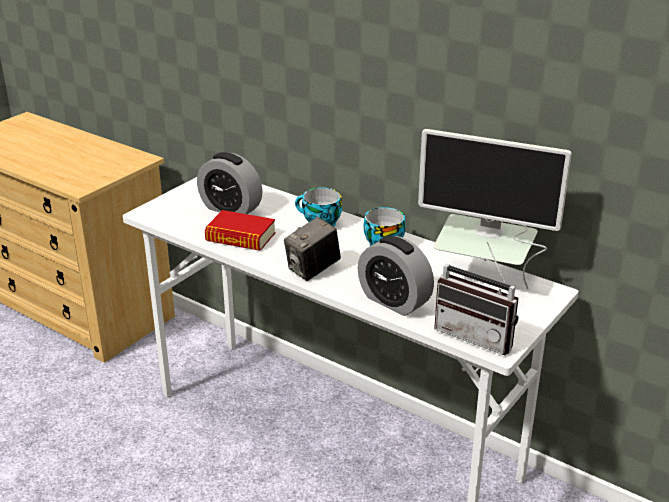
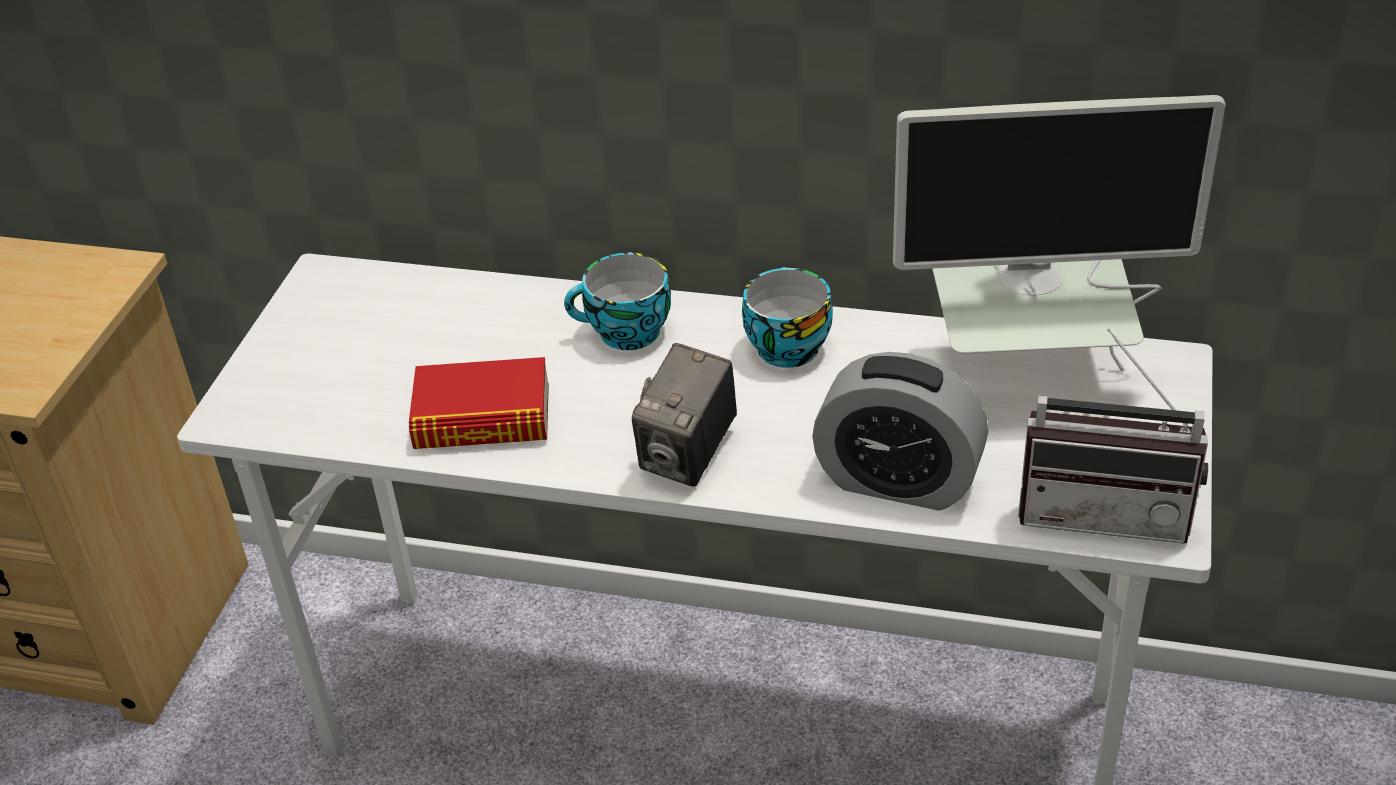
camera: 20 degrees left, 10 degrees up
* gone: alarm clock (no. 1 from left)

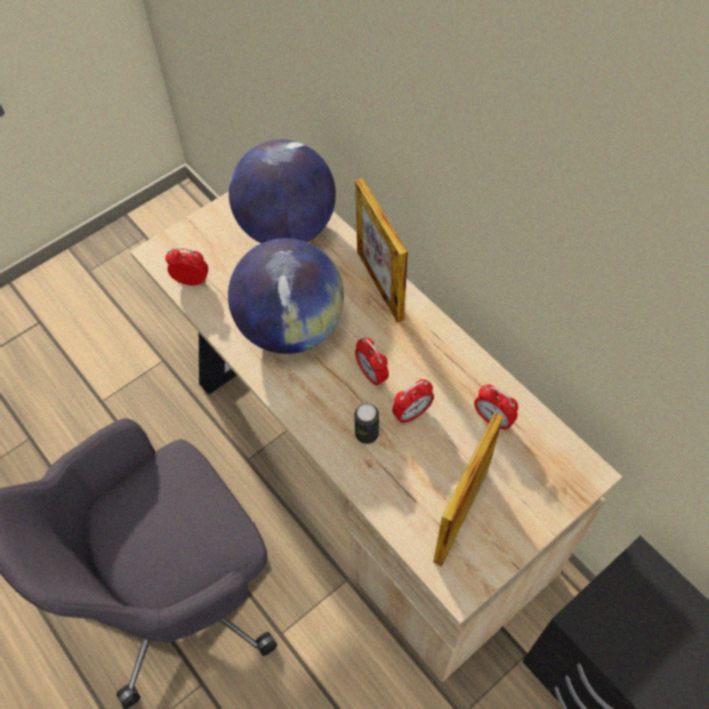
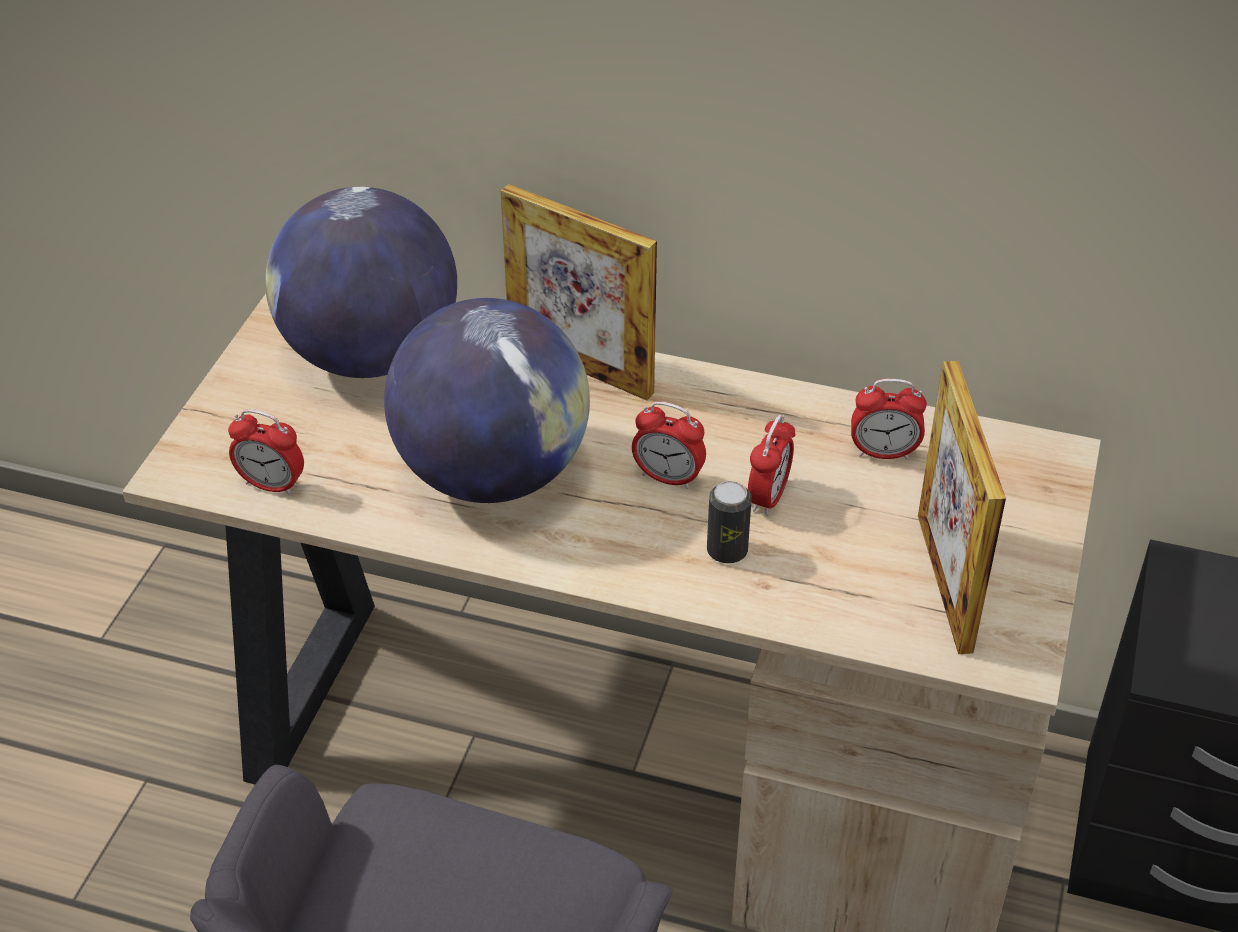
camera: 35 degrees left, 15 degrees down
* rotated: alarm clock (no. 1 from left) 135 degrees counterclockwise

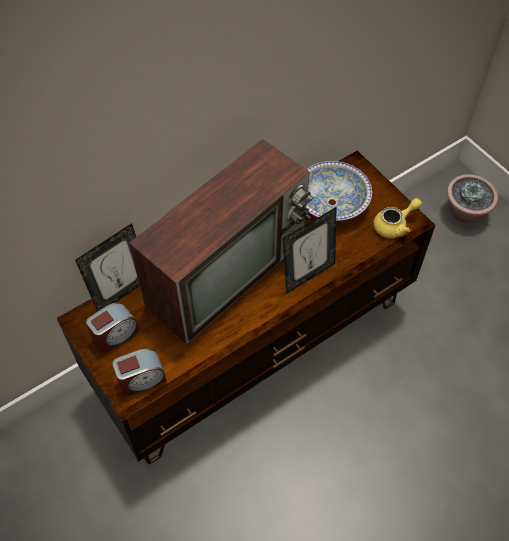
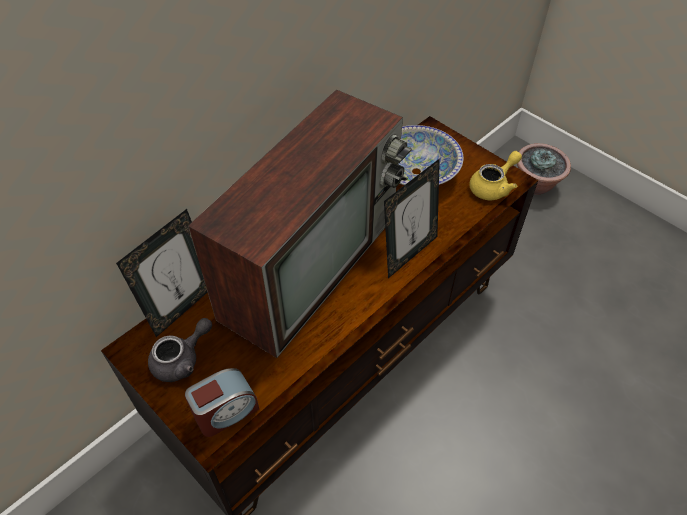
camera: 10 degrees left, 5 degrees down
* swapped: alarm clock (no. 1 from left) to teapot (grey)

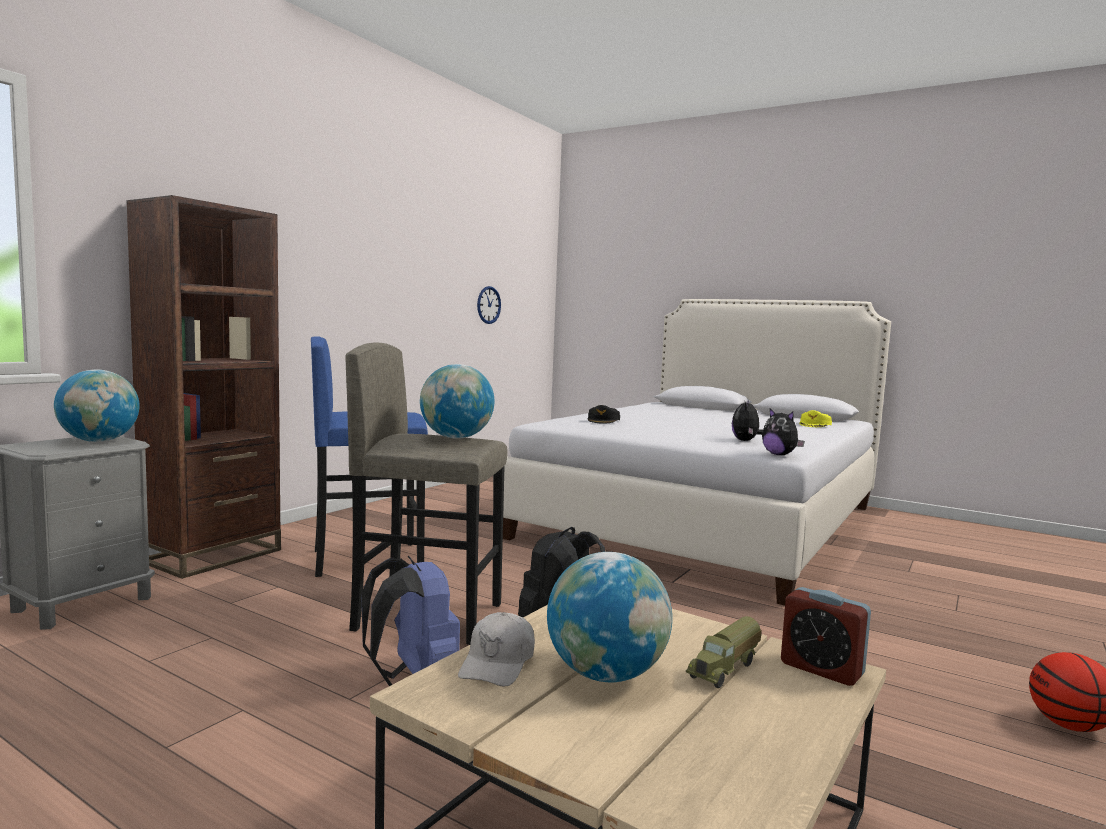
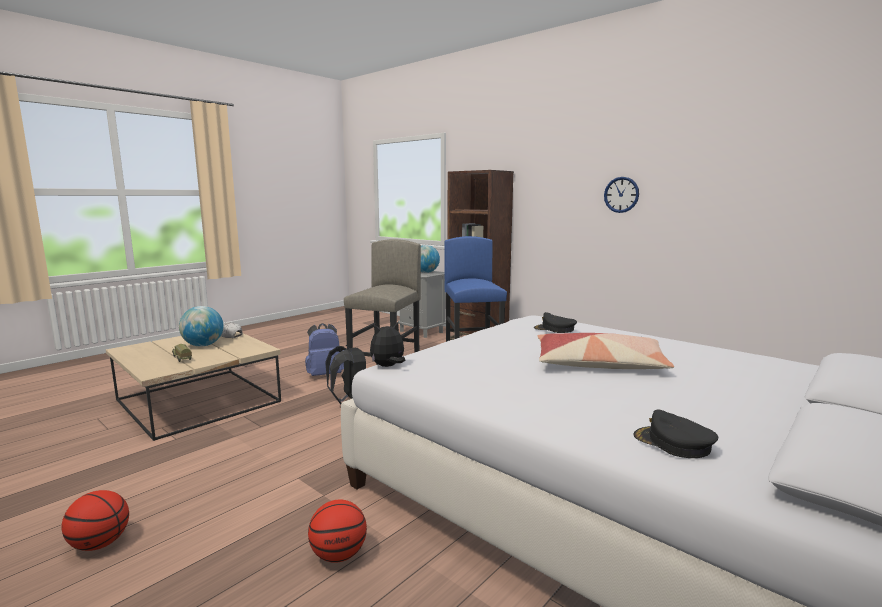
camera: 100 degrees right, 5 degrees up
* gone: globe (no. 2 from left)
* gone: plush toy (no. 1 from left)
* gone: alarm clock
* new: basketball (no. 2 from left)
* new: pillow
* shifted: wall clock
* repainted: cap (yellow) to cap (black) (no. 2 from left)

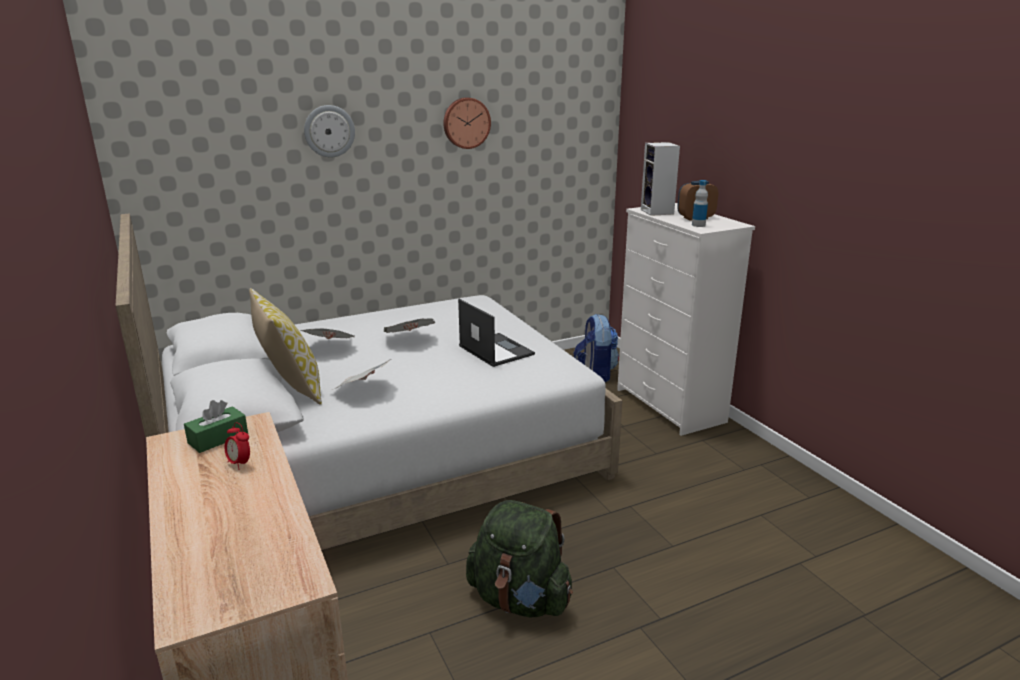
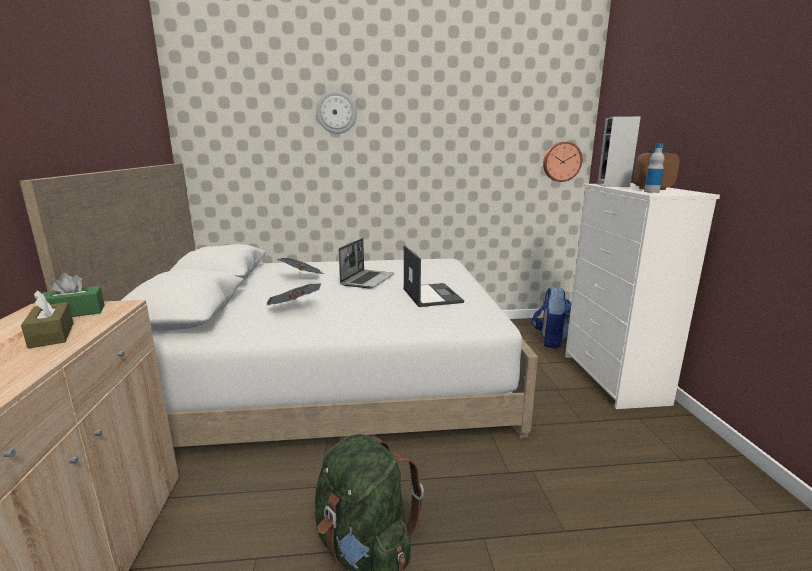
camera: 20 degrees right, 5 degrees down
* gone: pillow
* shifted: wall clock (no. 2 from left)
* swapped: alarm clock (no. 1 from left) to tissue box (brown)
* swapped: newspaper (no. 3 from left) to laptop (no. 1 from left)

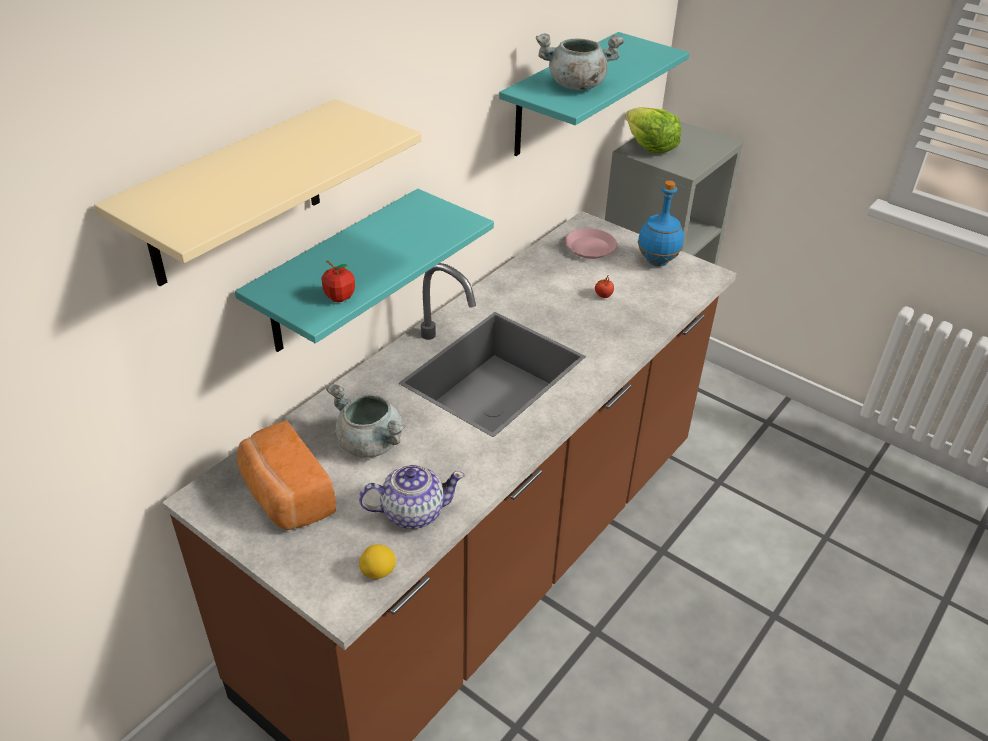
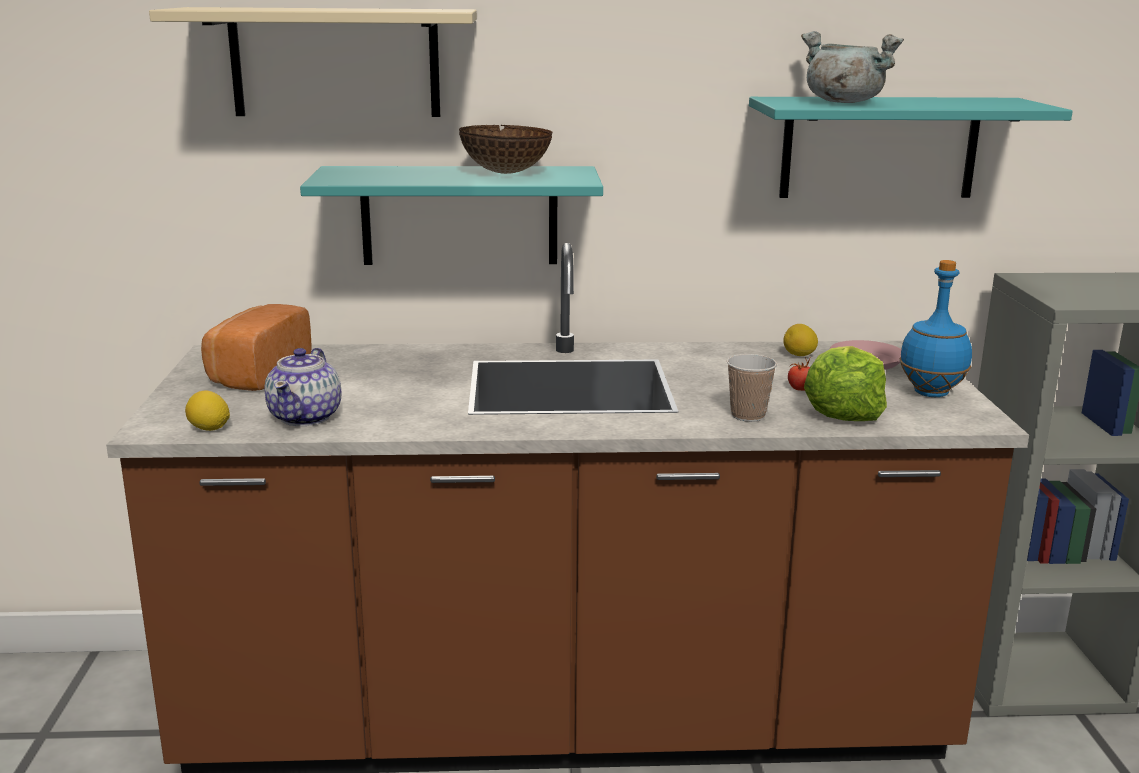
camera: 50 degrees right, 20 degrees down
* gone: apple
* gone: cooking pot (grey) (no. 1 from left)
* new: bowl
* new: cup
* new: lemon (no. 2 from left)
* shifted: lettuce
* rotated: teapot 60 degrees clockwise

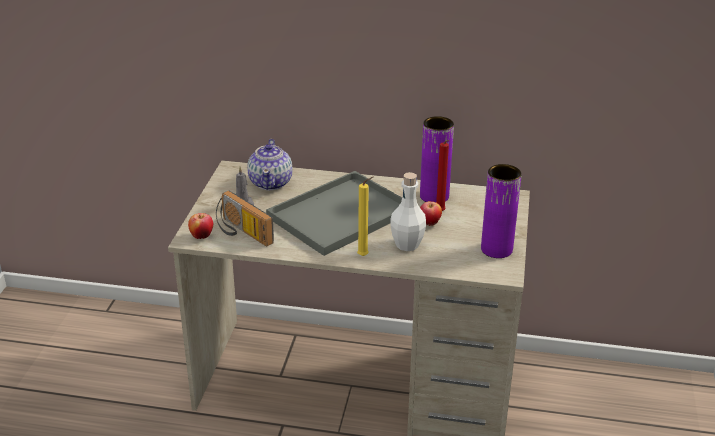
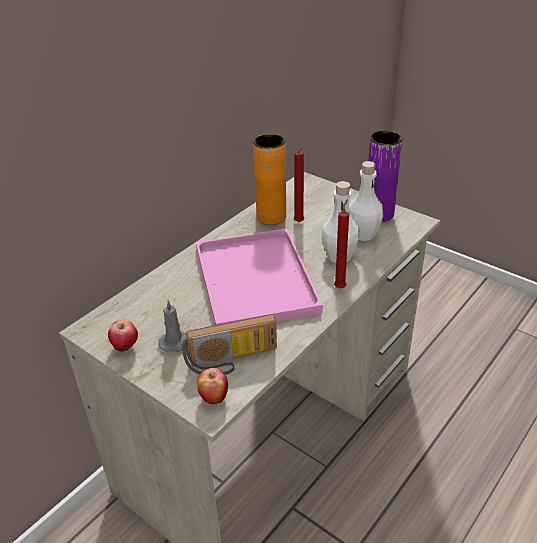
camera: 60 degrees left, 5 degrees up
* gone: teapot
* new: bottle (white) (no. 2 from left)
* shifted: apple (no. 2 from left in the first image) to apple (no. 1 from left)
* repainted: tray (grey) to tray (pink)
* repainted: candle (yellow) to candle (red) (no. 2 from left)
* repainted: vase (purple) (no. 1 from left) to vase (orange)

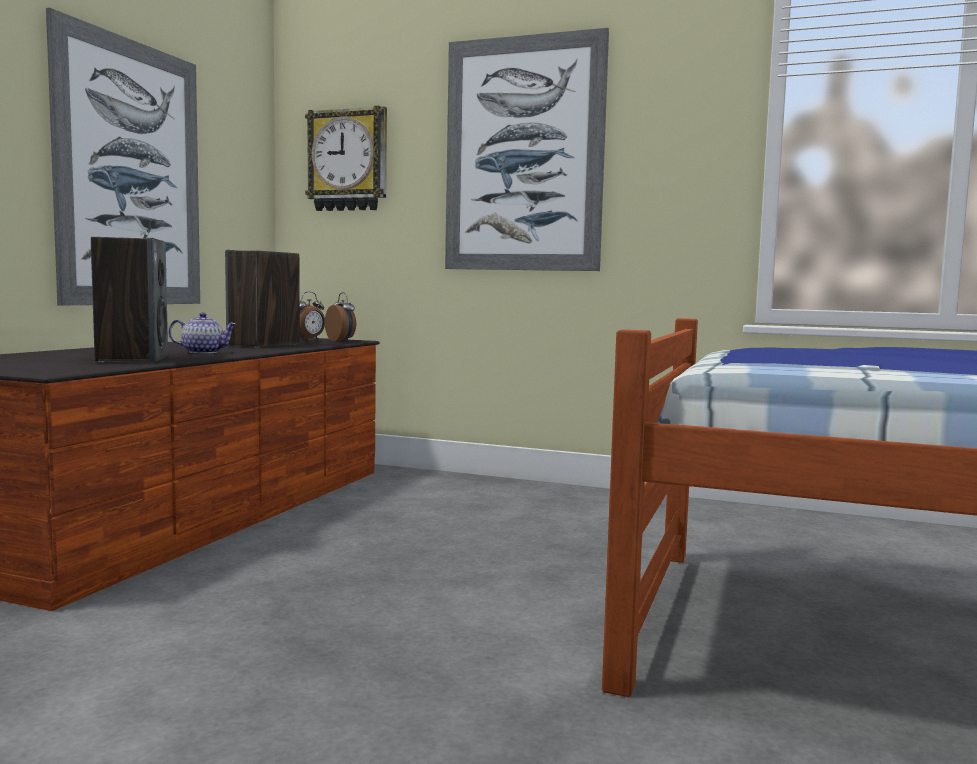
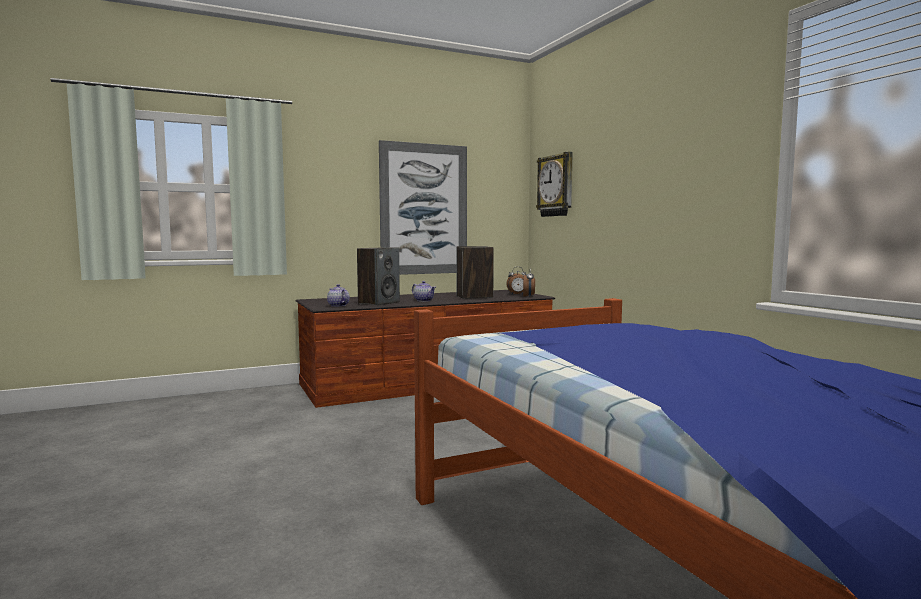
camera: 45 degrees right, 0 degrees up
* gone: picture (no. 2 from left)
* new: teapot (no. 1 from left)

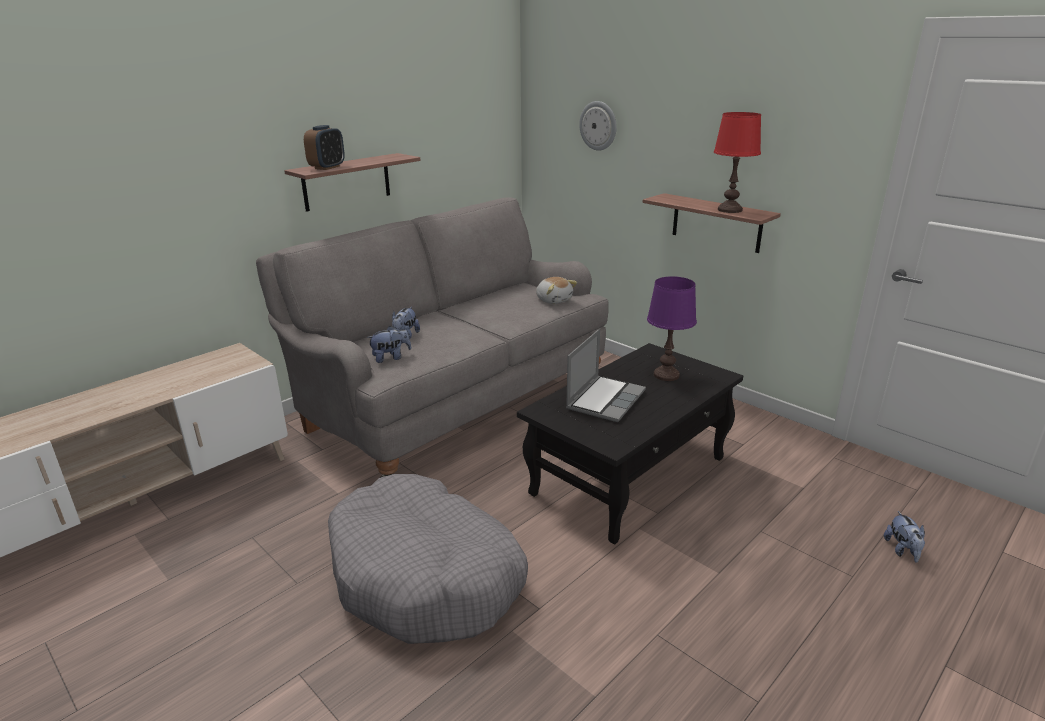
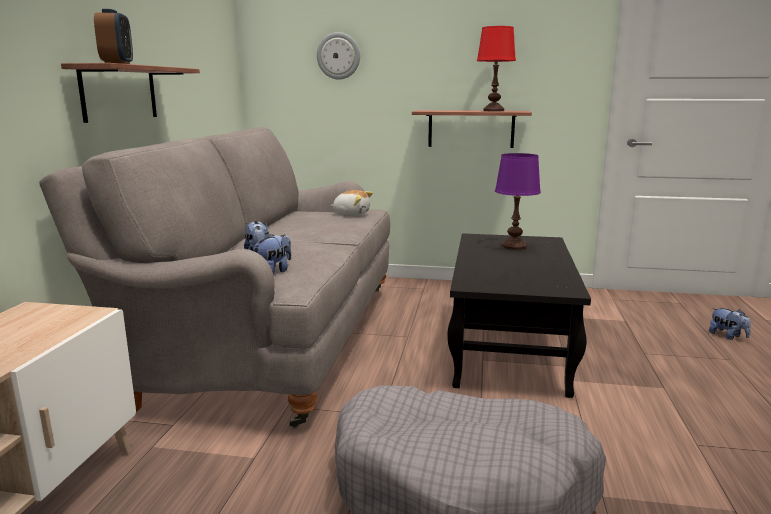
camera: 35 degrees left, 10 degrees down
* gone: laptop

